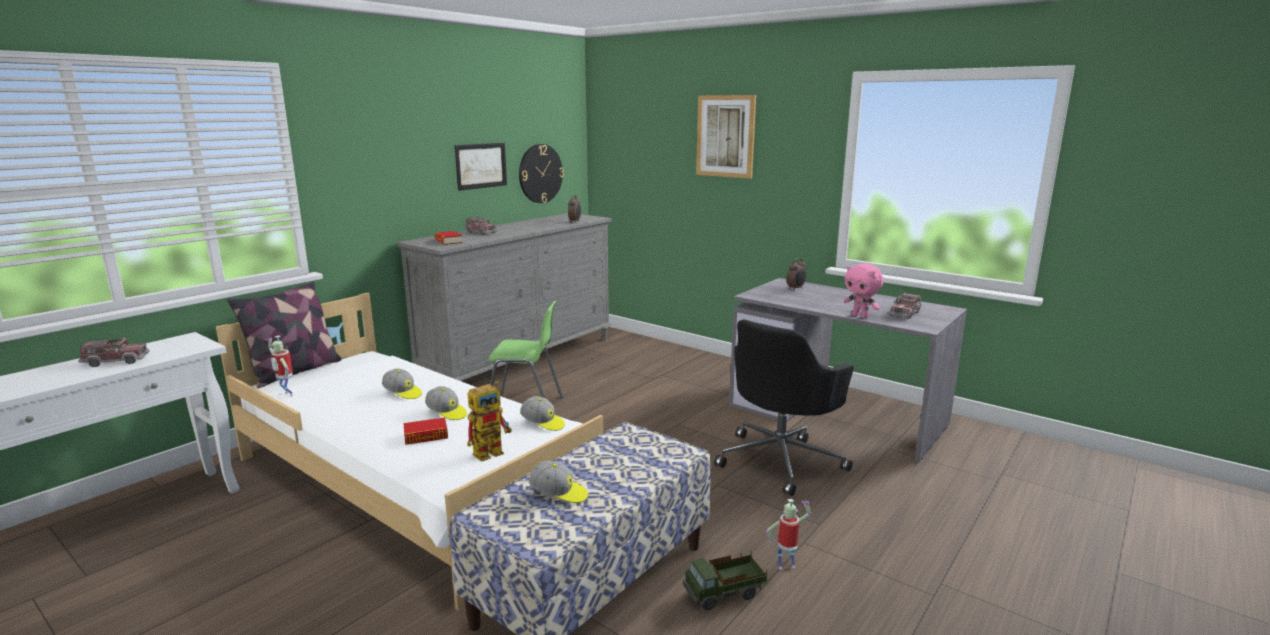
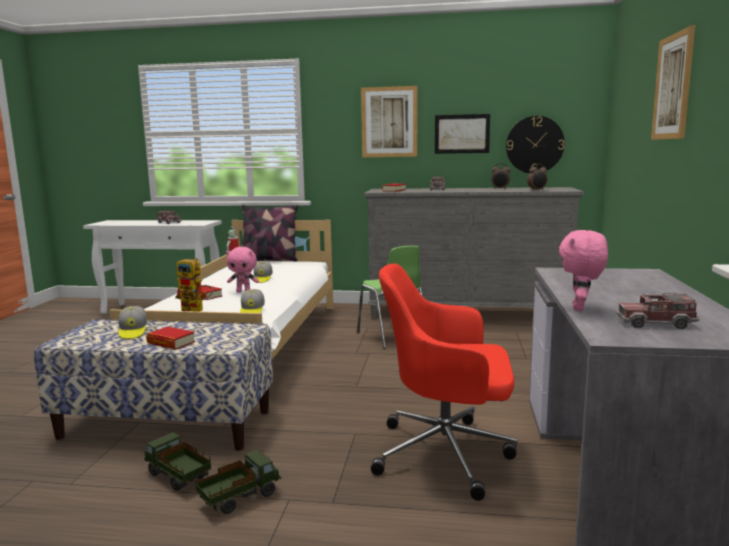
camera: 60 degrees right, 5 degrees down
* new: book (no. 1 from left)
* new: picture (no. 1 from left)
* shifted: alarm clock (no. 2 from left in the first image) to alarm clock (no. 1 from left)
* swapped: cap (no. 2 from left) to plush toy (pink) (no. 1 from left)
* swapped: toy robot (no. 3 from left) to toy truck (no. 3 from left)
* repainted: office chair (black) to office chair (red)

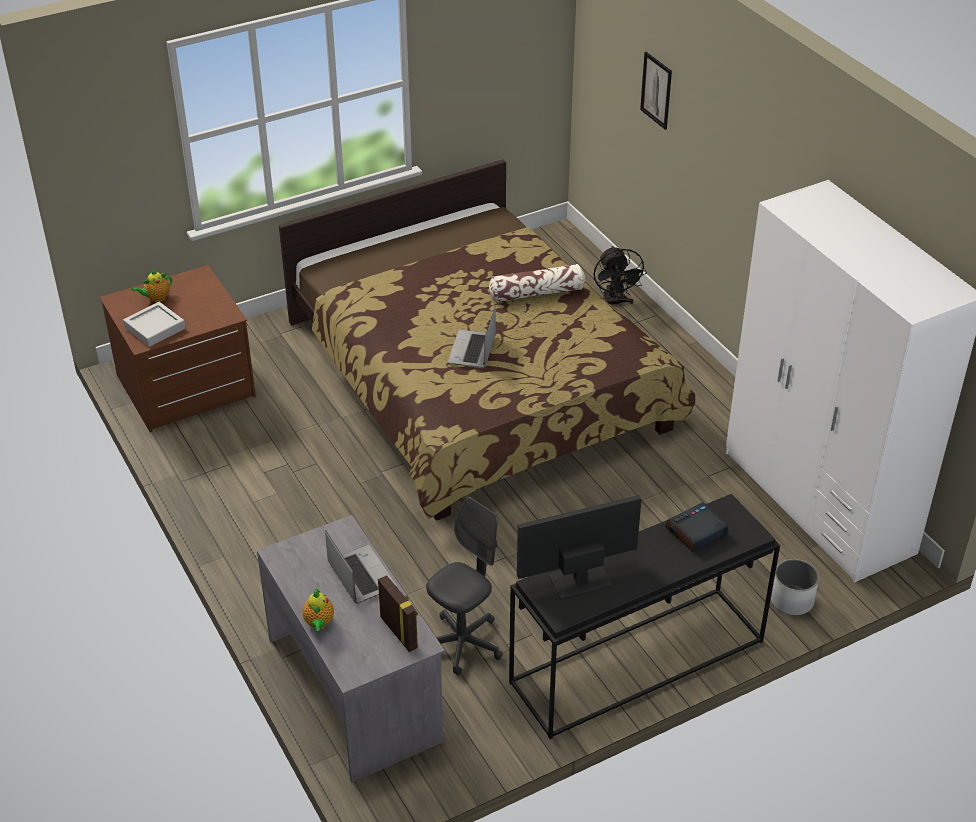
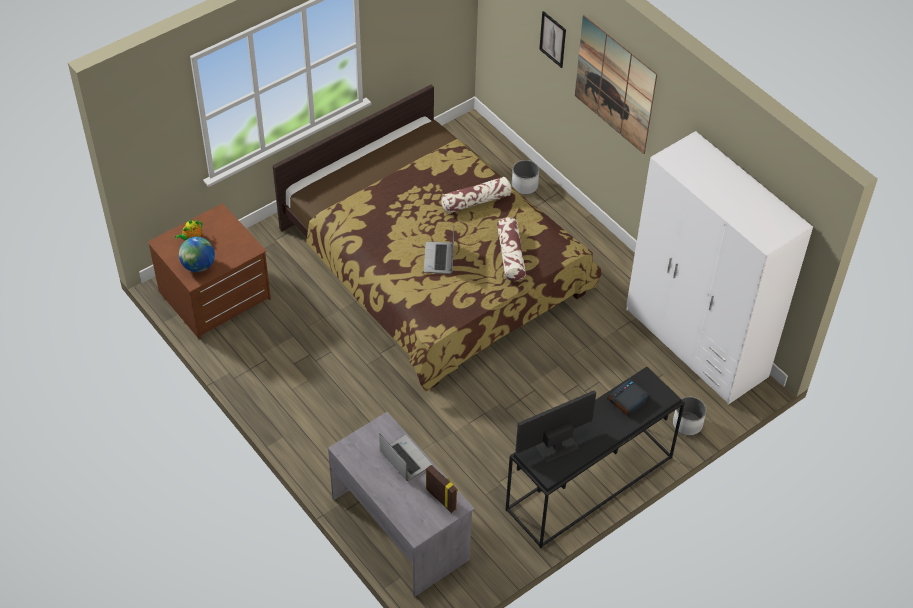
camera: 10 degrees left, 10 degrees up
* gone: teapot (no. 2 from left)
* gone: office chair (grey)
* new: pillow (no. 2 from left)
* new: picture (no. 2 from left)
* swapped: tray (grey) to globe
* swapped: fan (black) to planter (white) (no. 1 from left)

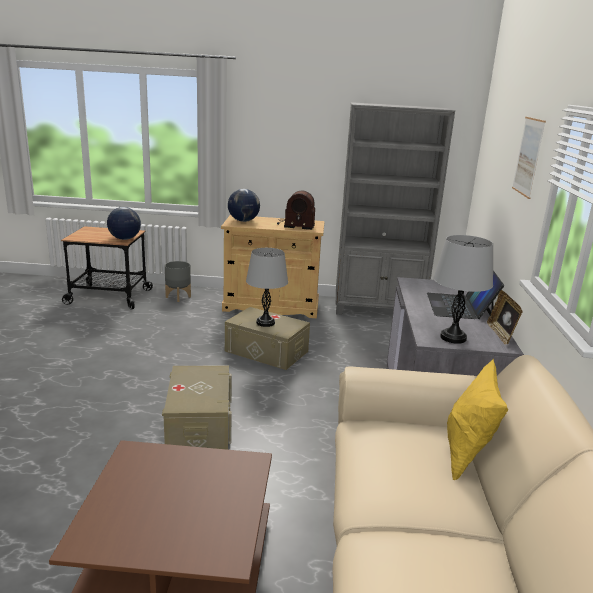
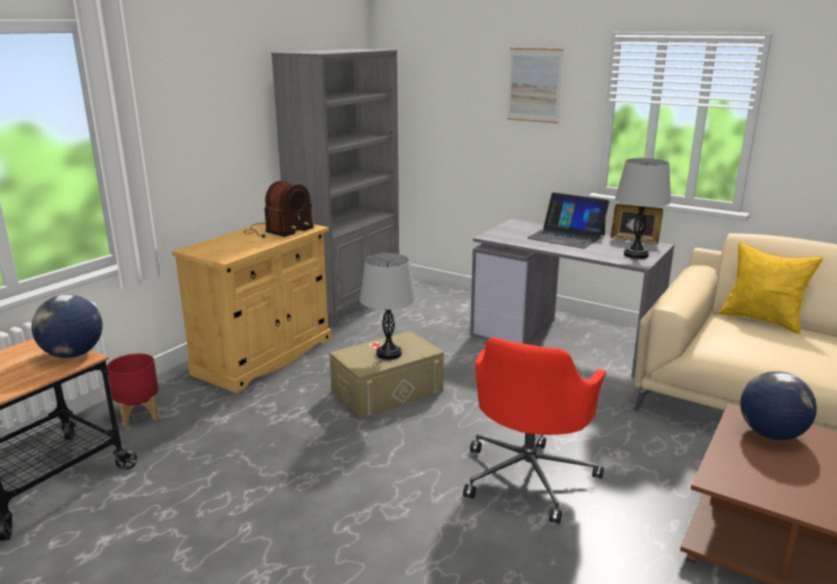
camera: 60 degrees left, 0 degrees up
* shifted: globe (no. 2 from left)
* swapped: storage box (beige) (no. 1 from left) to office chair (red)
* repainted: planter (grey) to planter (red)

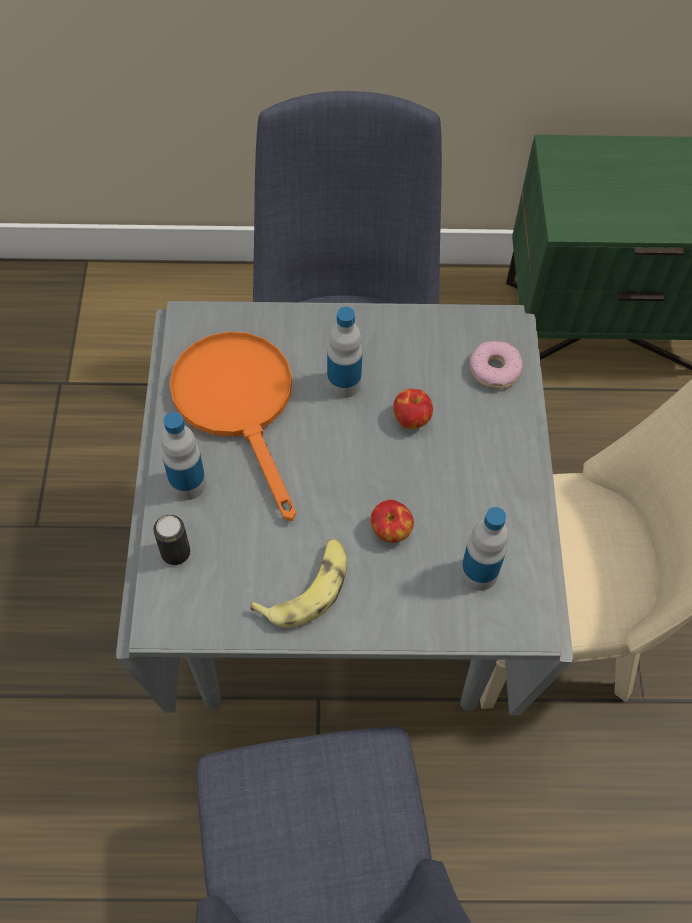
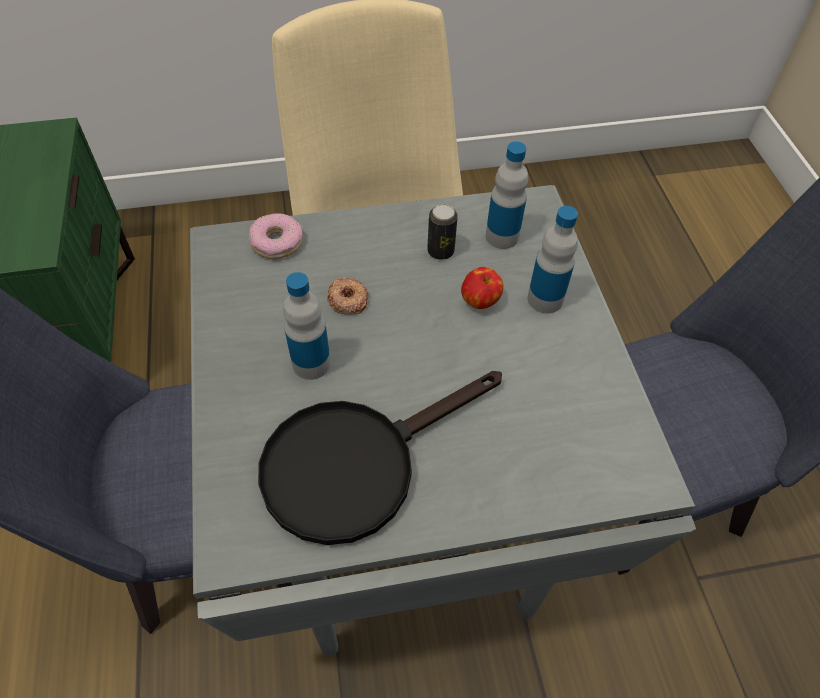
camera: 100 degrees left, 5 degrees down
* gone: banana
* shifted: can
* shifted: bottle (no. 1 from left in the first image) to bottle (no. 3 from left)
* swapped: apple (no. 2 from left) to donut (no. 2 from left)
* repainted: frying pan (orange) to frying pan (black)

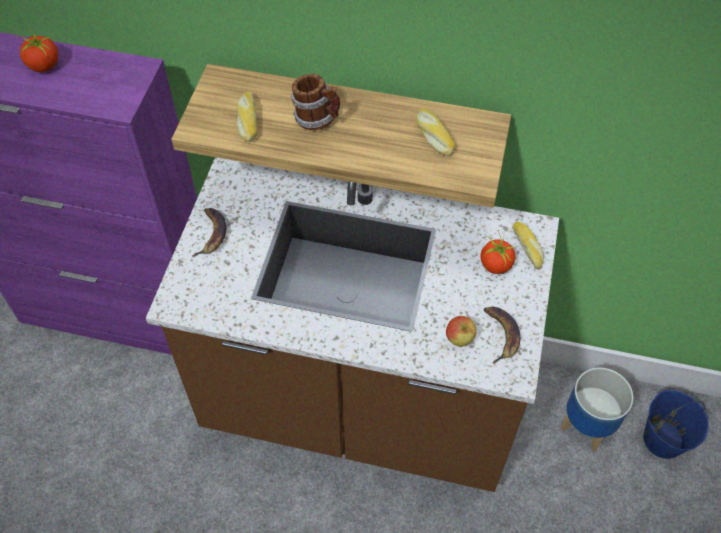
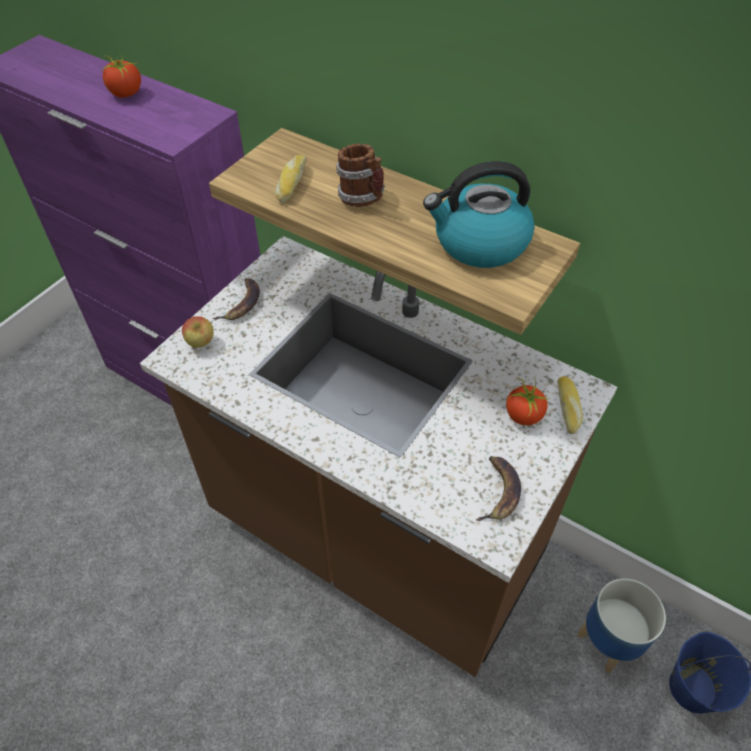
camera: 20 degrees right, 5 degrees down
* shifted: apple
* swapped: bread (no. 2 from left) to kettle

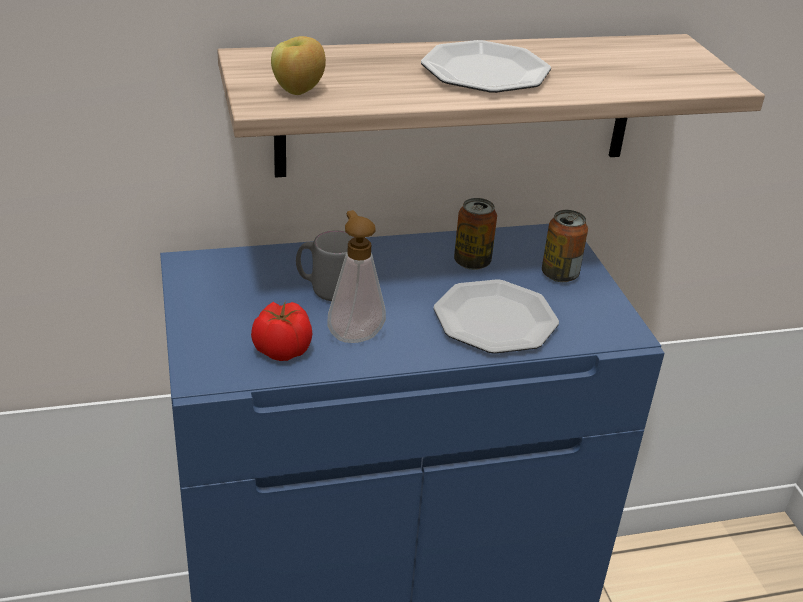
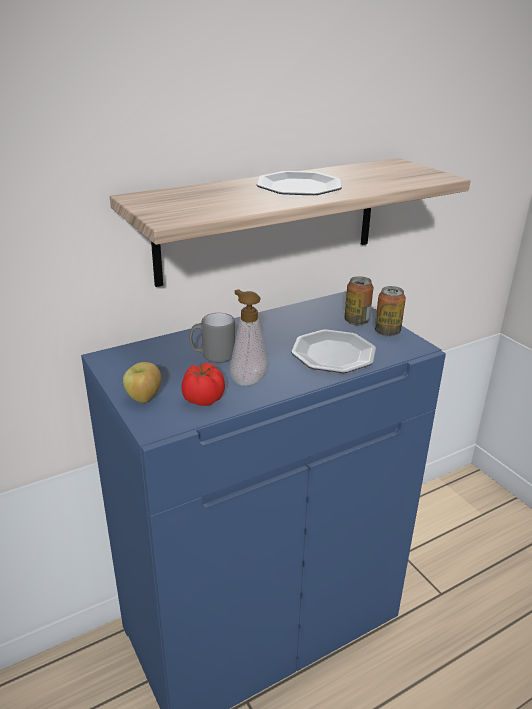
camera: 15 degrees left, 5 degrees down
* shifted: apple
* shifted: can (no. 1 from left in the first image) to can (no. 2 from left)

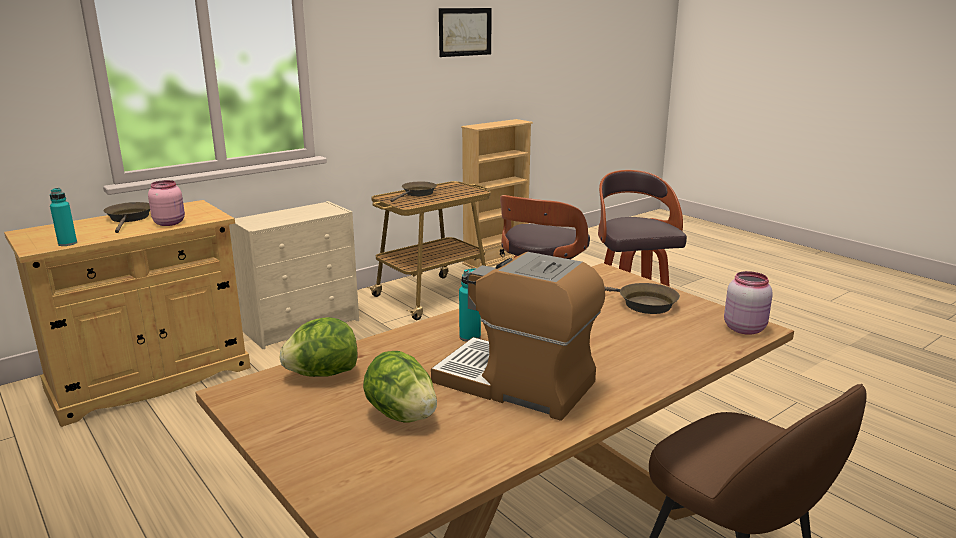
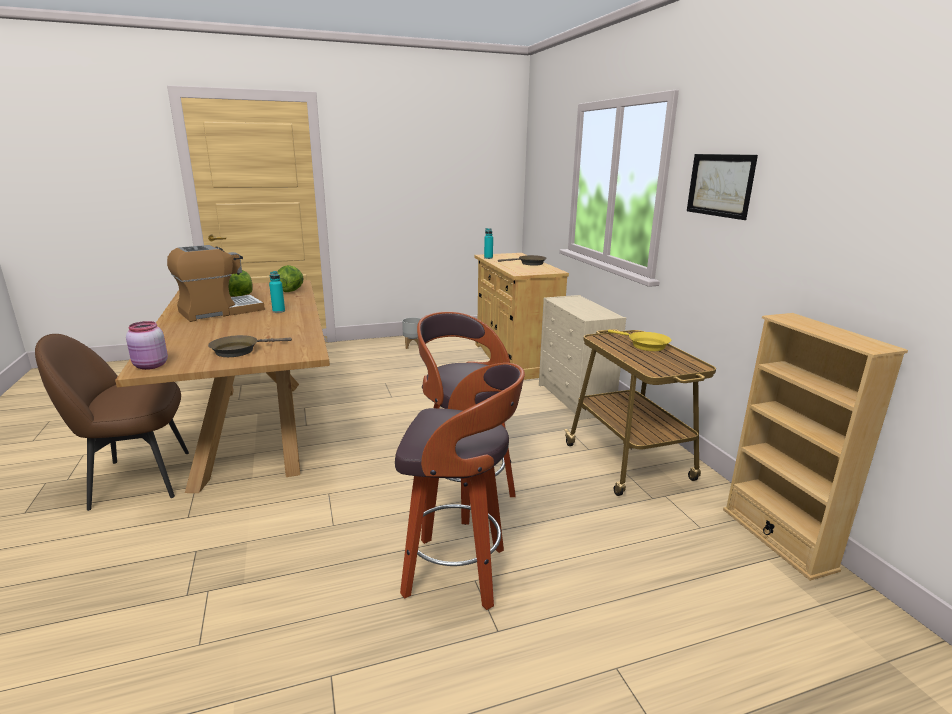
camera: 110 degrees right, 0 degrees up
* gone: jar (pink) (no. 1 from left)
* new: planter (grey)
* shifted: picture
* repainted: frying pan (brown) (no. 2 from left) to frying pan (yellow)

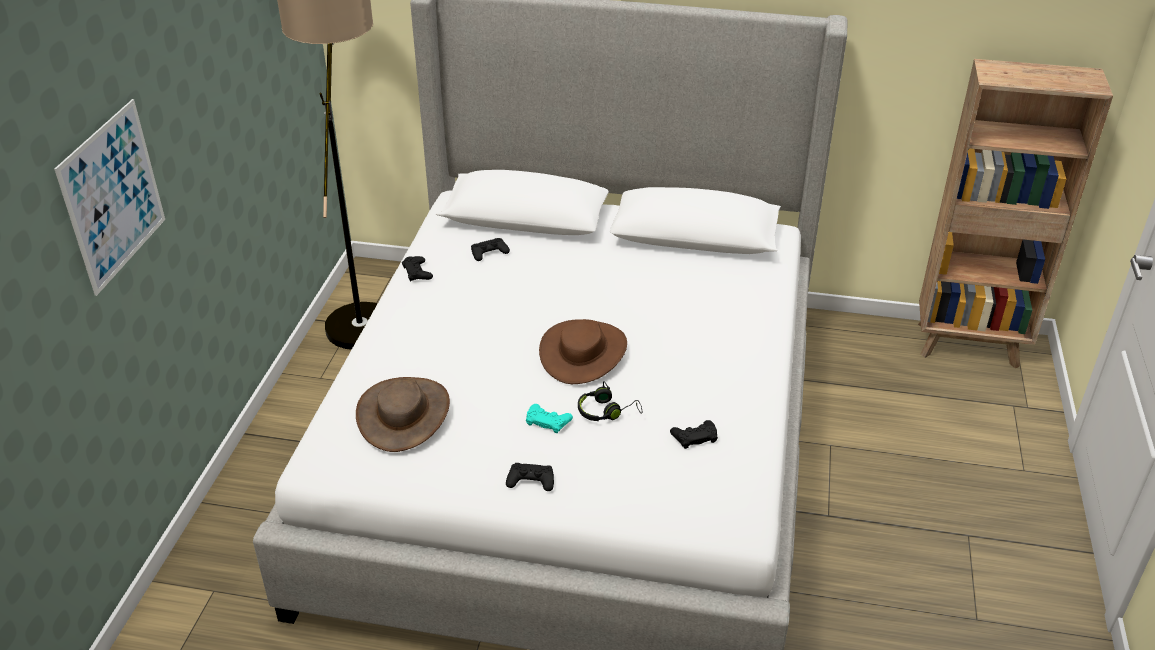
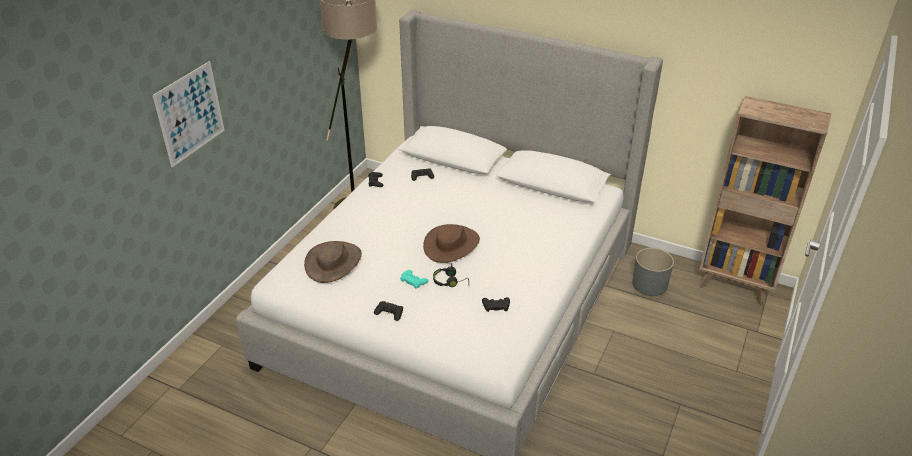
camera: 15 degrees right, 0 degrees up
* new: planter (grey)

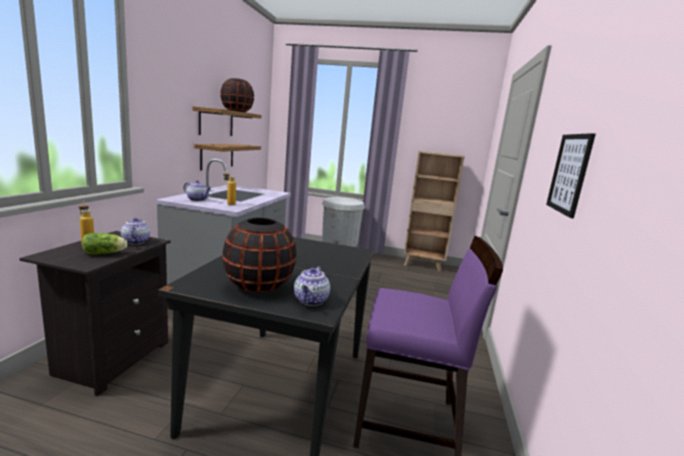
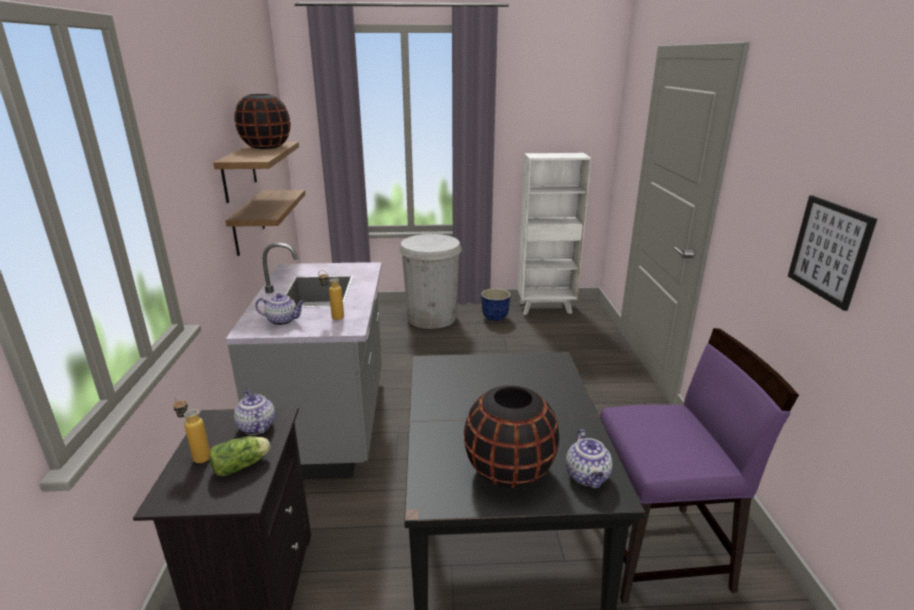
camera: 15 degrees left, 10 degrees up
* new: planter
* repainted: bookcase (brown) to bookcase (white)

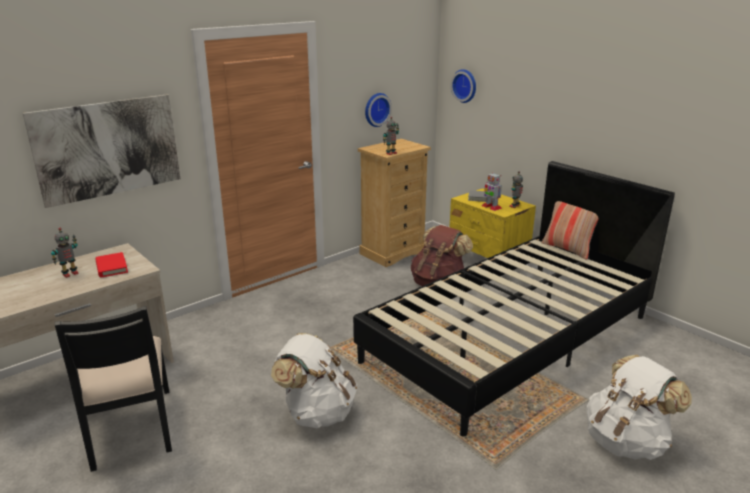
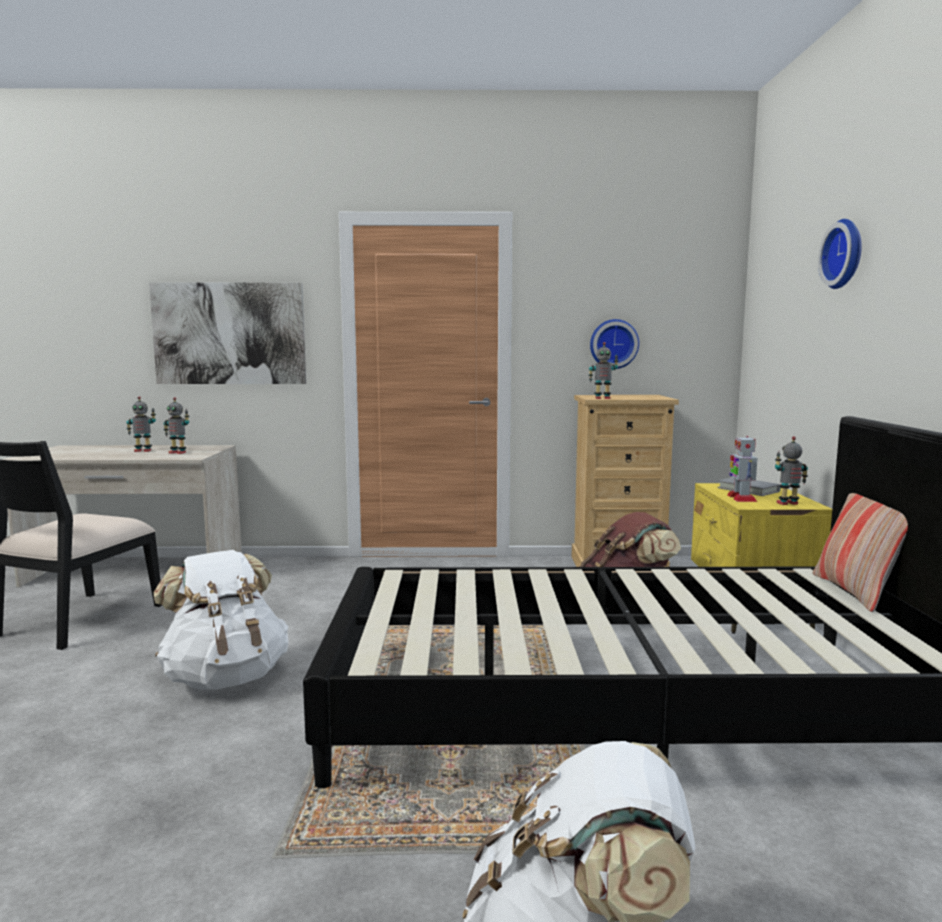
camera: 40 degrees right, 15 degrees down
* shifted: wall clock (no. 2 from left)
* swapped: book (red) to toy robot (no. 2 from left)

